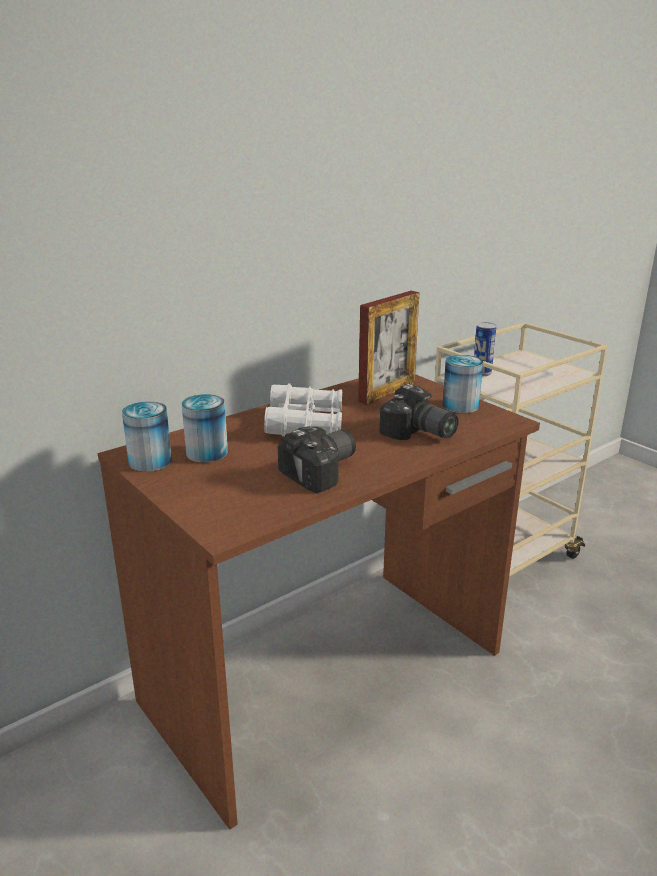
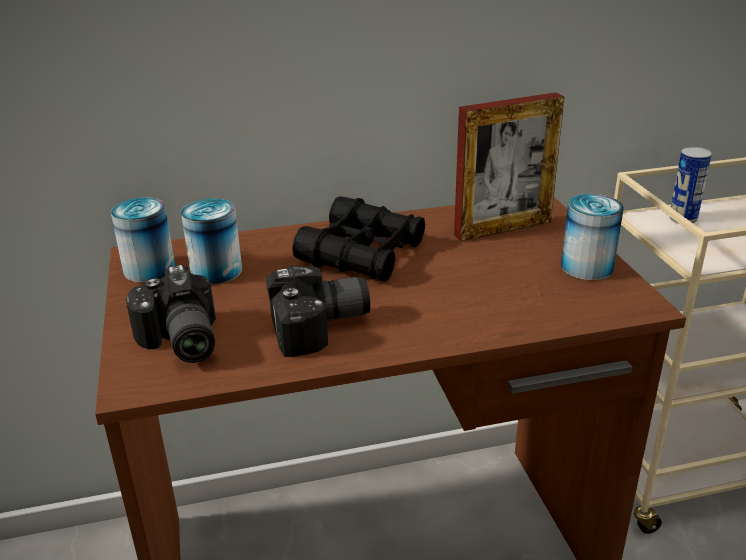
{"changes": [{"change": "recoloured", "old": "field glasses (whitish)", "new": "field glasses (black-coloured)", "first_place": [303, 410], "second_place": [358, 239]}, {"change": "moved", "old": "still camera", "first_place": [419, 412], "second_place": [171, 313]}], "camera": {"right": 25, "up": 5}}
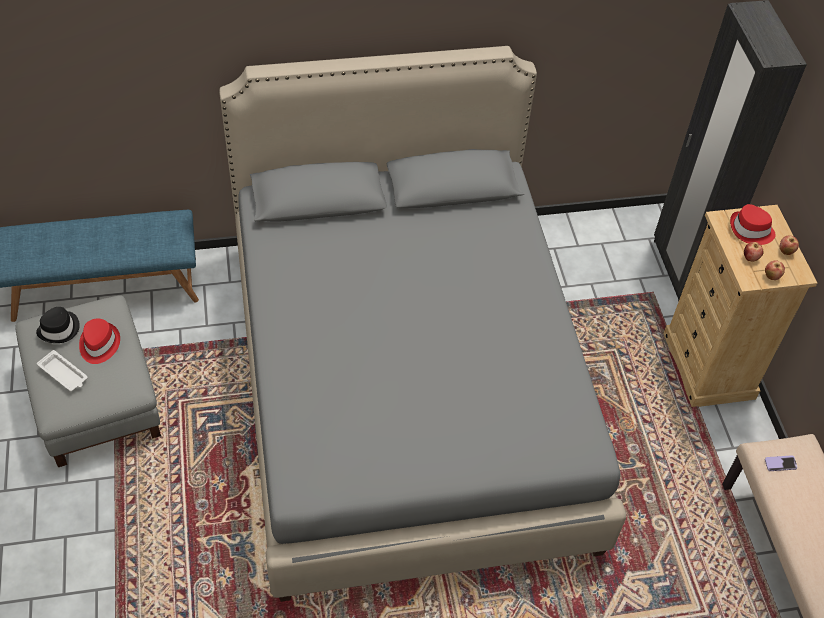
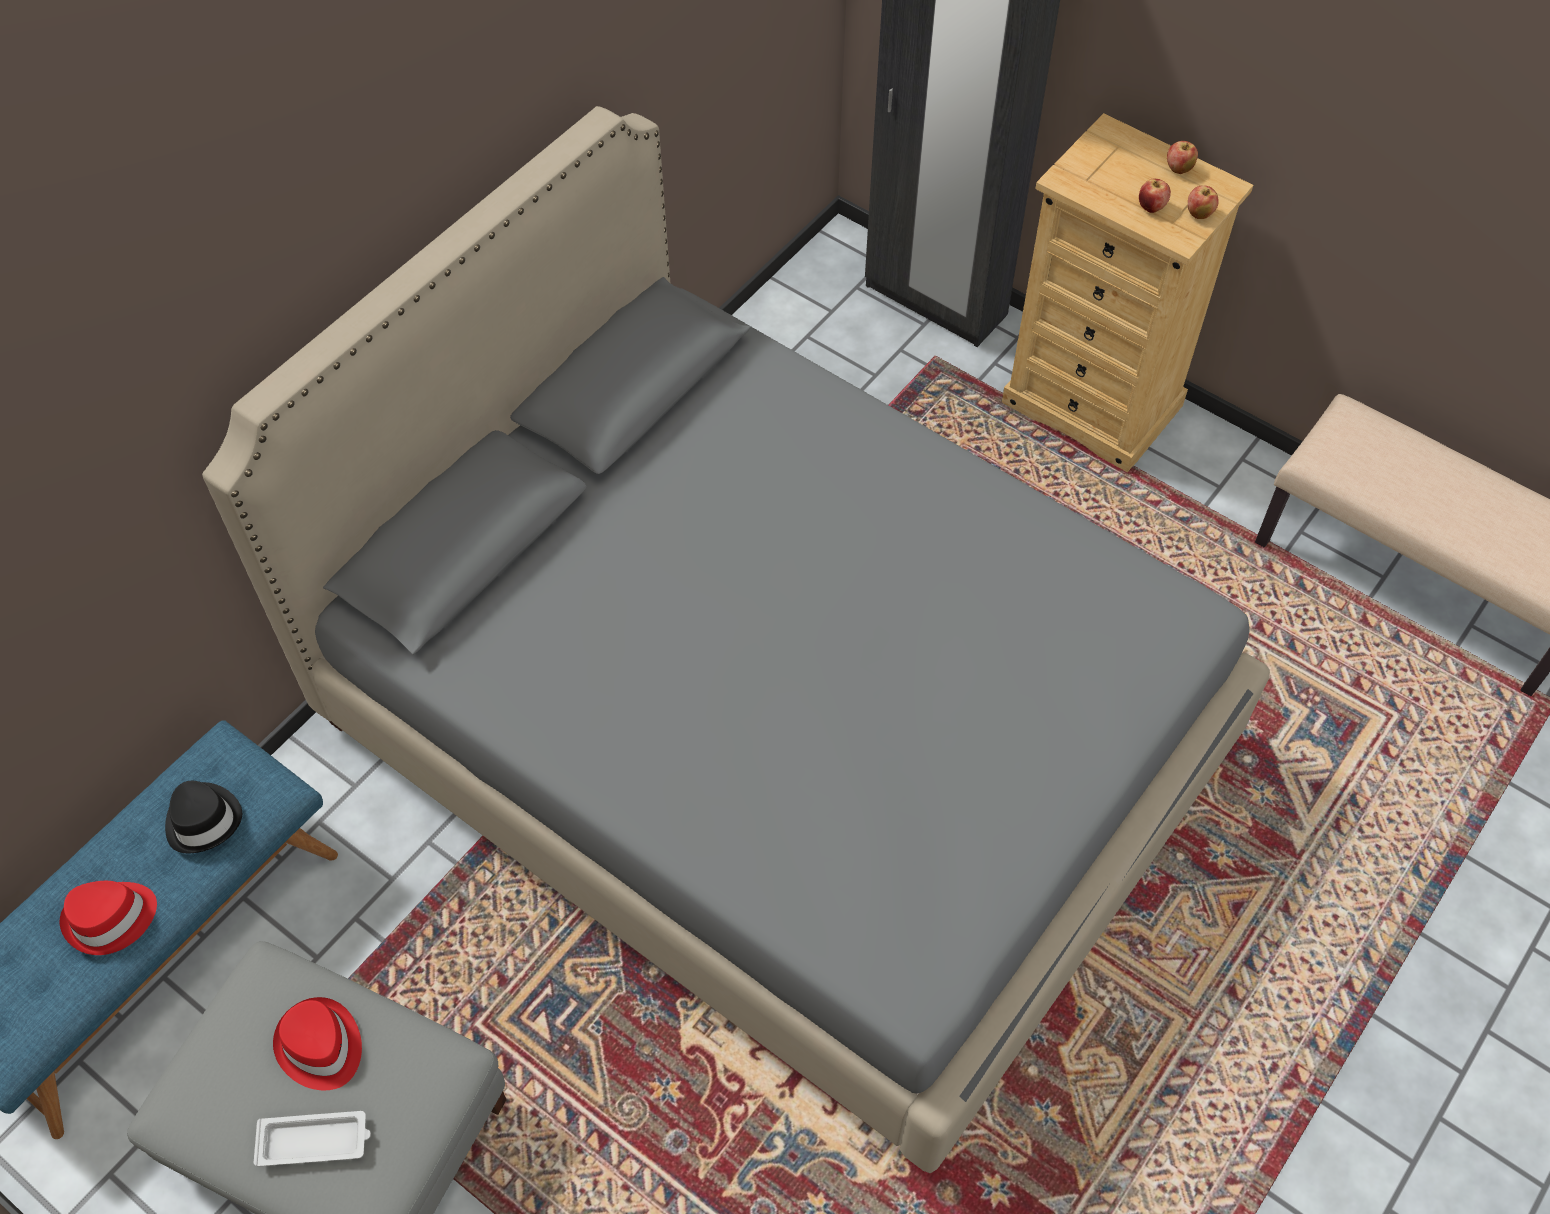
{"changes": [{"change": "moved", "old": "wearable hat (black-coloured)", "first_place": [58, 325], "second_place": [203, 817]}, {"change": "moved", "old": "wearable hat (red)", "first_place": [753, 224], "second_place": [108, 918]}, {"change": "removed", "old": "telephone", "first_place": [781, 463]}], "camera": {"right": -40, "up": 5}}
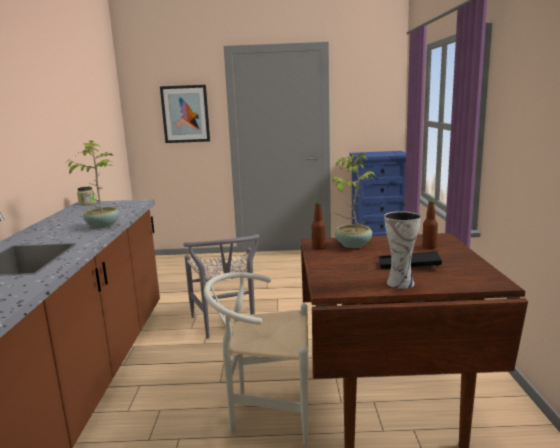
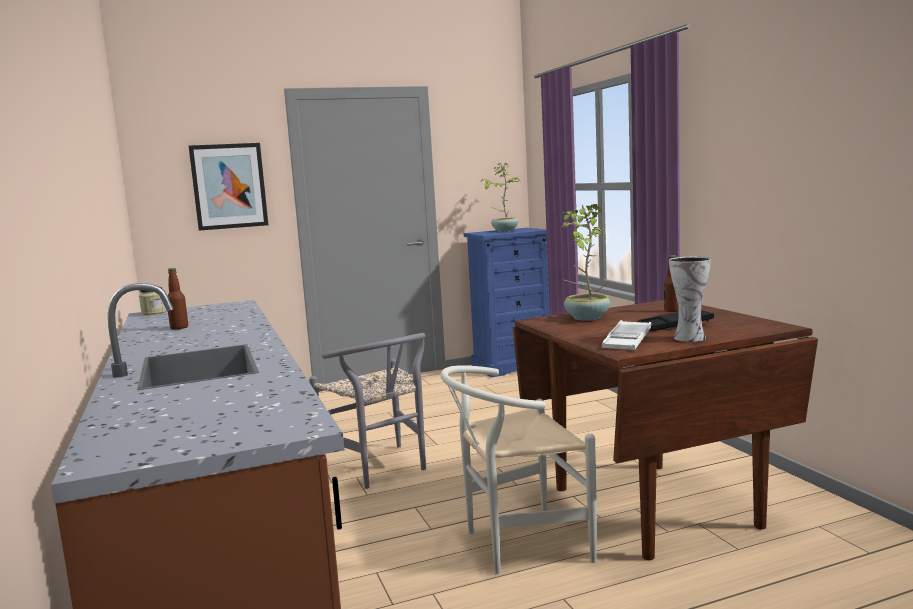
{"changes": [{"change": "moved", "old": "plant in a pot", "first_place": [92, 184], "second_place": [500, 197]}, {"change": "moved", "old": "bottle", "first_place": [319, 226], "second_place": [177, 298]}, {"change": "added", "new": "carrying tray (whitish)", "second_place": [626, 335]}], "camera": {"right": -20, "up": -5}}
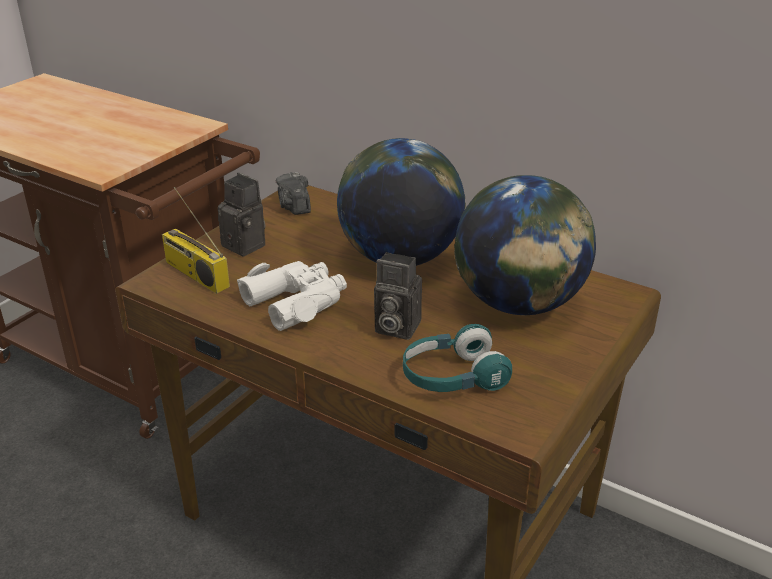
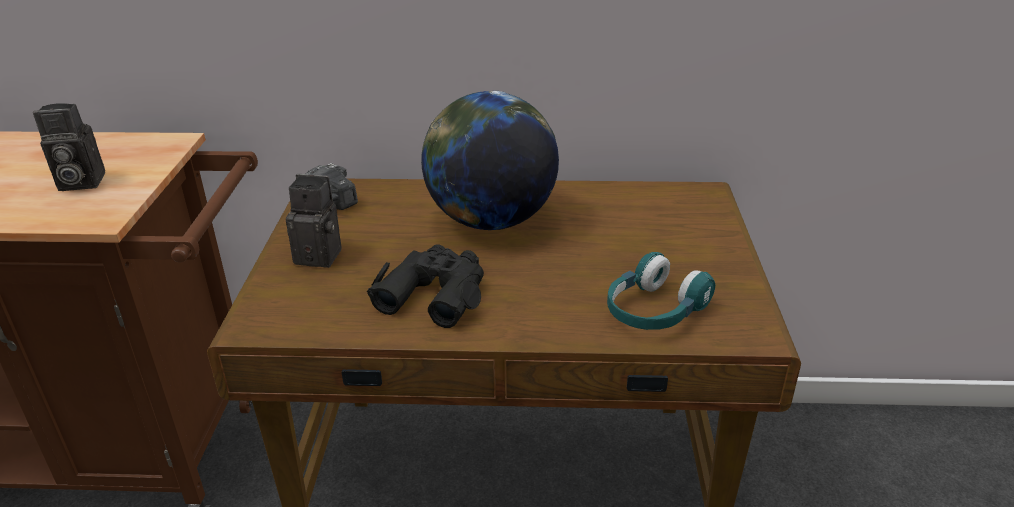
{"changes": [{"change": "removed", "old": "radio", "first_place": [196, 240]}, {"change": "recoloured", "old": "field glasses (whitish)", "new": "field glasses (black-coloured)", "first_place": [292, 296], "second_place": [425, 286]}, {"change": "moved", "old": "still camera", "first_place": [398, 296], "second_place": [69, 147]}, {"change": "removed", "old": "world globe", "first_place": [525, 245]}], "camera": {"right": -30, "up": 0}}
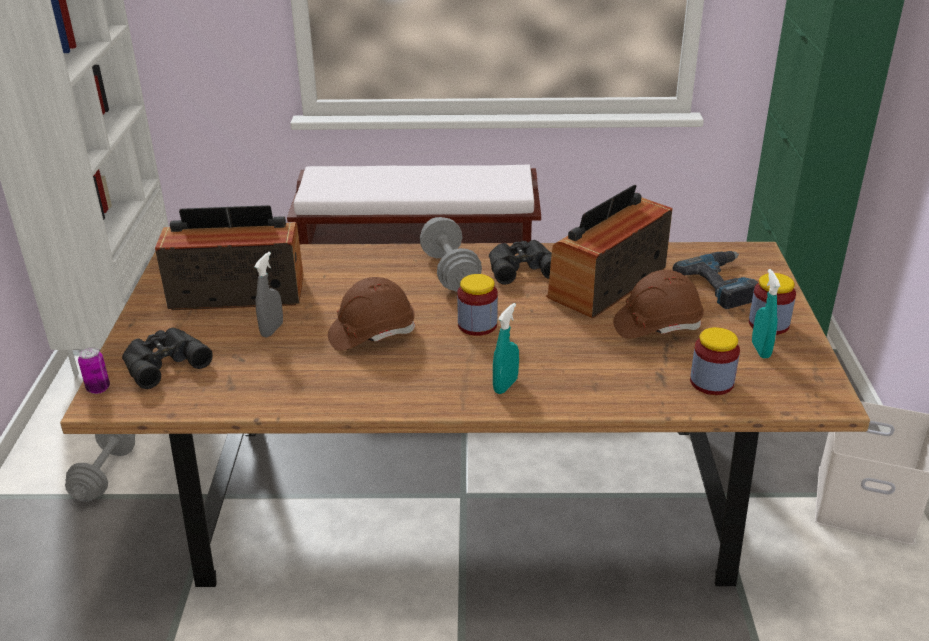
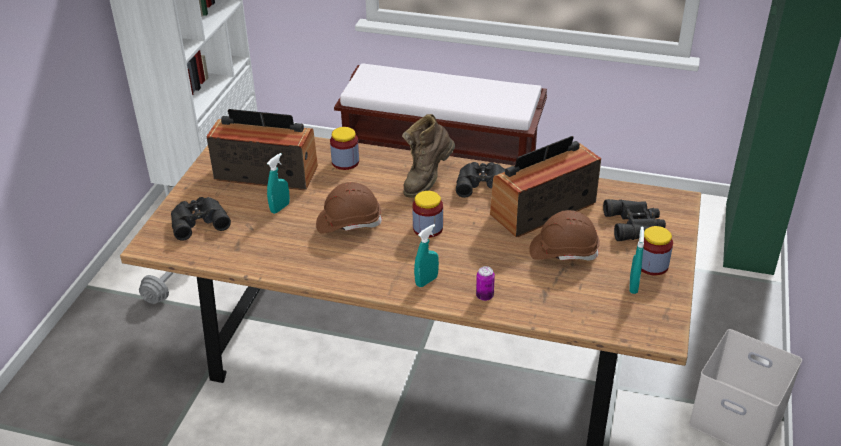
{"changes": [{"change": "moved", "old": "sealed can", "first_place": [94, 370], "second_place": [485, 283]}, {"change": "recoloured", "old": "sprayer (grey)", "new": "sprayer (turquoise)", "first_place": [268, 295], "second_place": [278, 183]}, {"change": "replaced", "old": "free weight (grey)", "new": "tall boot (brown)", "first_place": [451, 254], "second_place": [428, 156]}, {"change": "replaced", "old": "electric drill", "new": "field glasses (black-coloured)", "first_place": [716, 280], "second_place": [634, 220]}, {"change": "moved", "old": "storage jar", "first_place": [715, 361], "second_place": [344, 148]}], "camera": {"right": 15, "up": 5}}
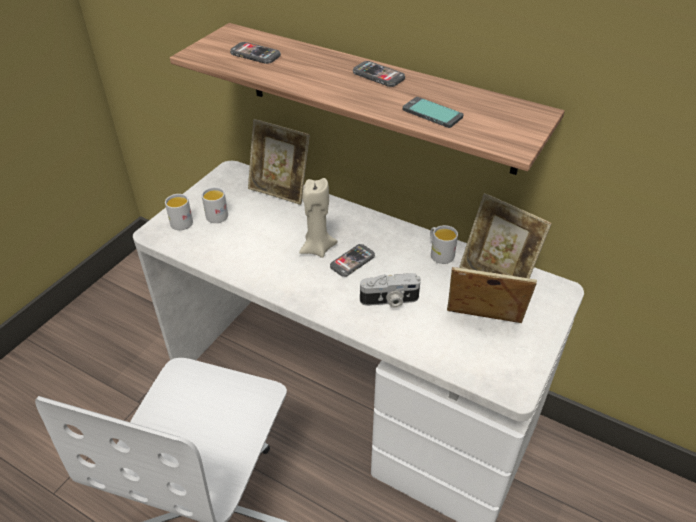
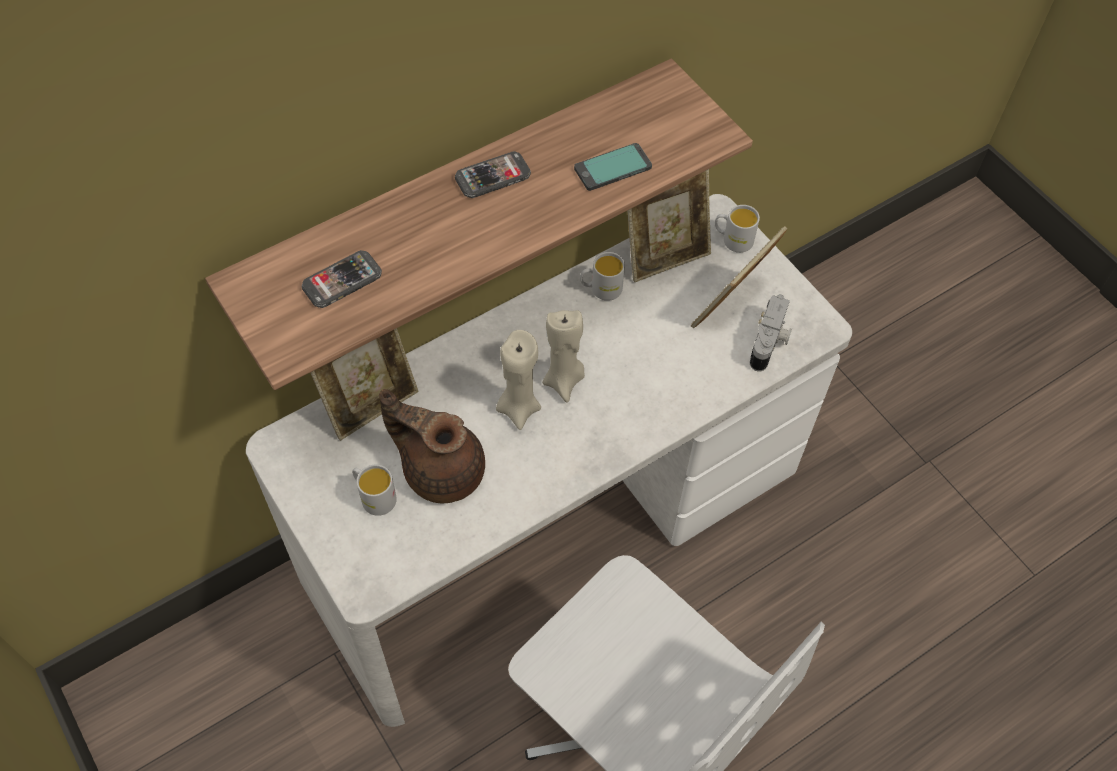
{"changes": [{"change": "moved", "old": "mug (whitish)", "first_place": [179, 212], "second_place": [737, 229]}, {"change": "replaced", "old": "telephone", "new": "candle (sand-coloured)", "first_place": [352, 260], "second_place": [563, 356]}, {"change": "moved", "old": "still camera", "first_place": [390, 290], "second_place": [771, 333]}, {"change": "added", "new": "tea pot (brown)", "second_place": [432, 446]}], "camera": {"right": -65, "up": 15}}
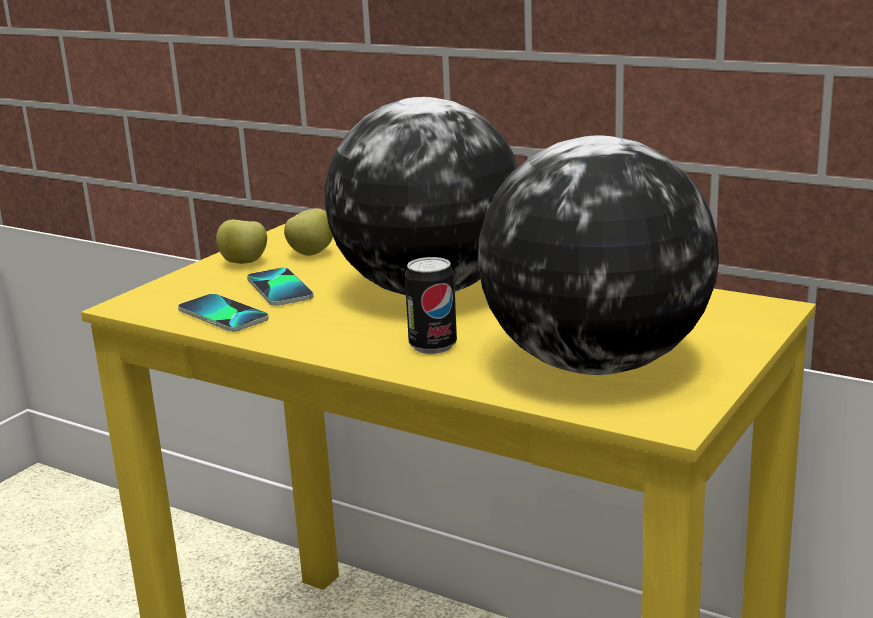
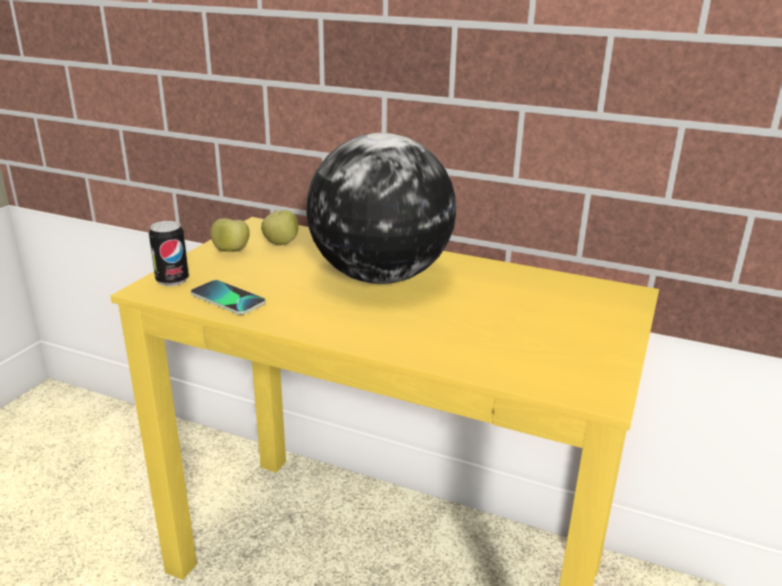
{"changes": [{"change": "removed", "old": "telephone", "first_place": [280, 287]}, {"change": "moved", "old": "sealed can", "first_place": [431, 305], "second_place": [169, 253]}, {"change": "removed", "old": "world globe", "first_place": [598, 255]}], "camera": {"right": -10, "up": 5}}
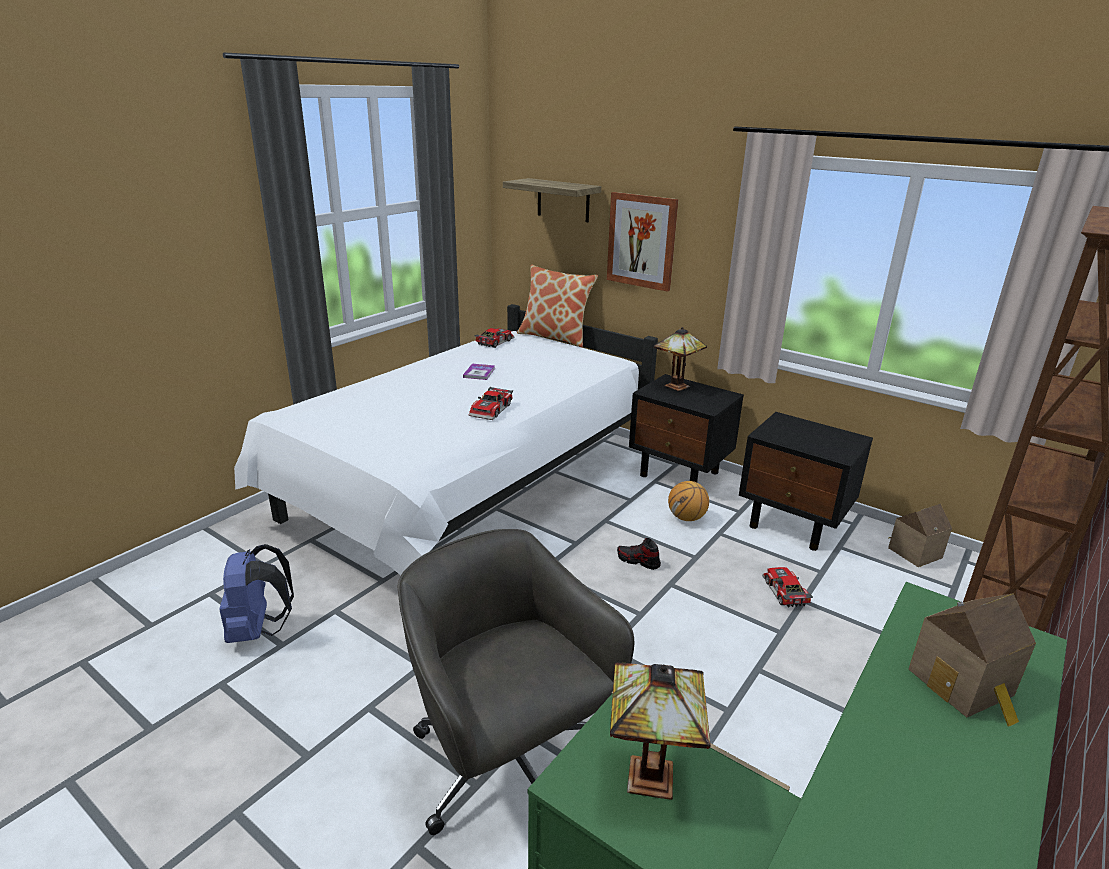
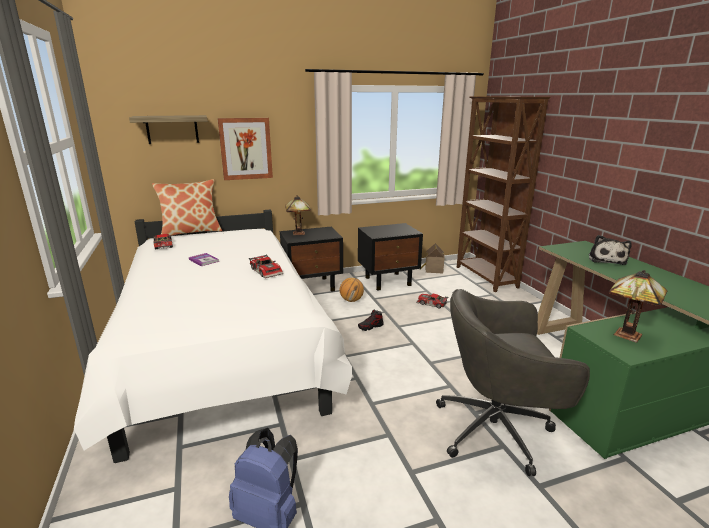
{"changes": [{"change": "replaced", "old": "toy house", "new": "cuddly toy", "first_place": [972, 660], "second_place": [610, 250]}], "camera": {"right": -55, "up": -5}}
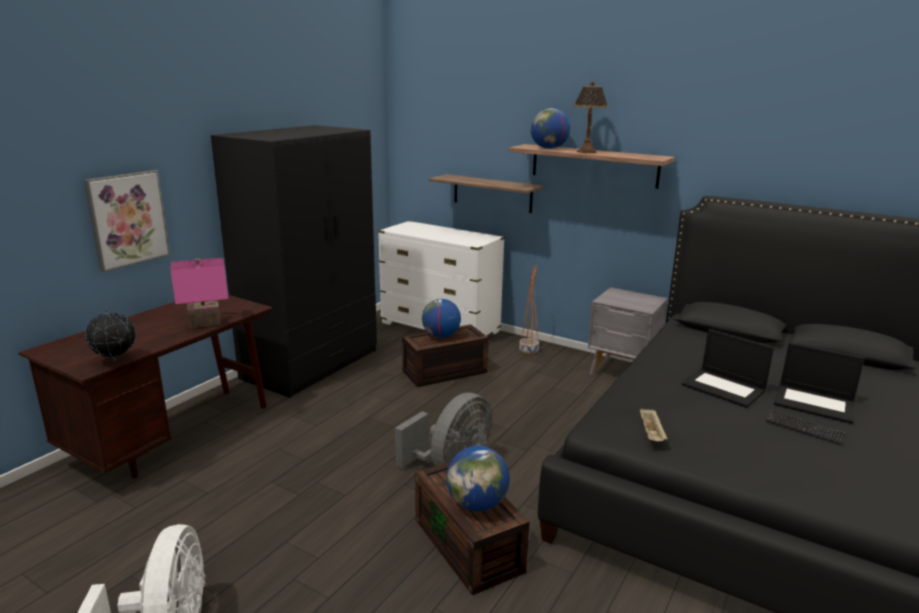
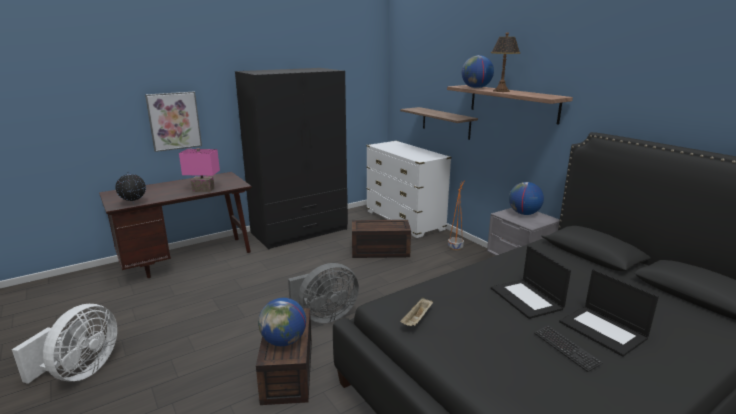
{"changes": [{"change": "moved", "old": "world globe", "first_place": [441, 318], "second_place": [526, 198]}], "camera": {"right": 25, "up": 0}}
